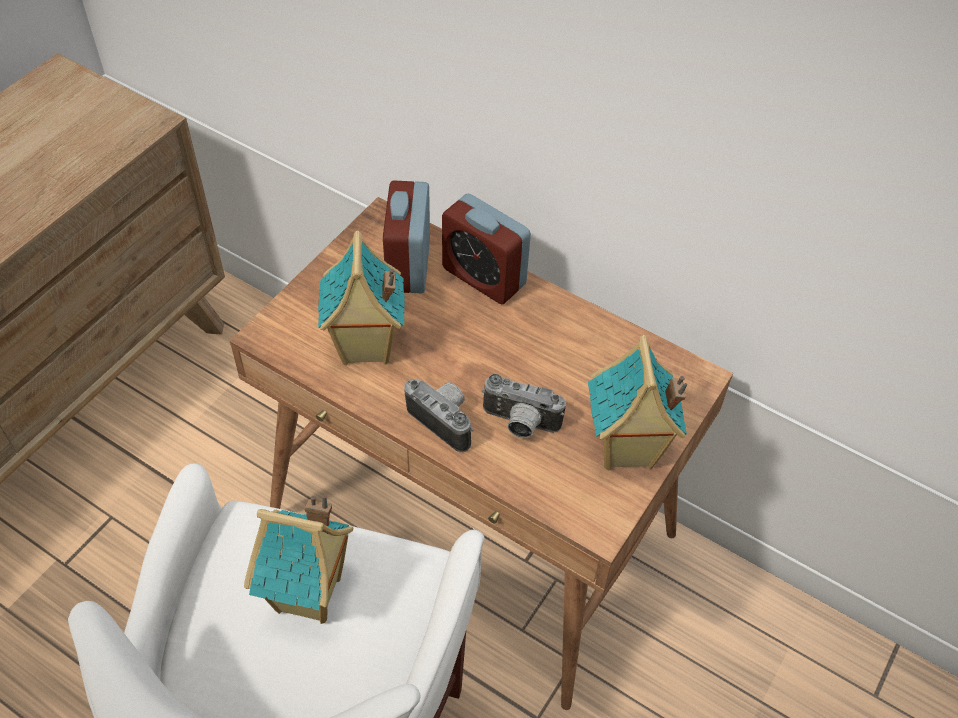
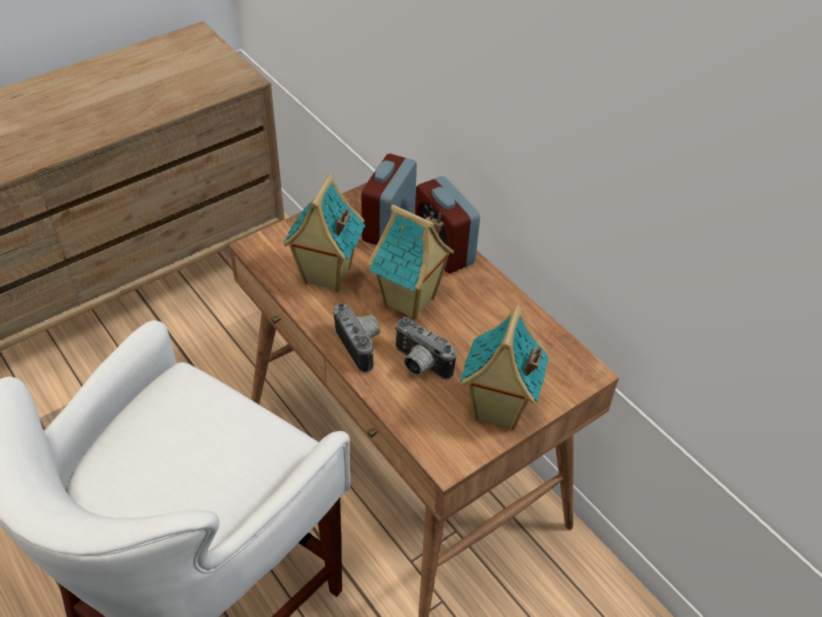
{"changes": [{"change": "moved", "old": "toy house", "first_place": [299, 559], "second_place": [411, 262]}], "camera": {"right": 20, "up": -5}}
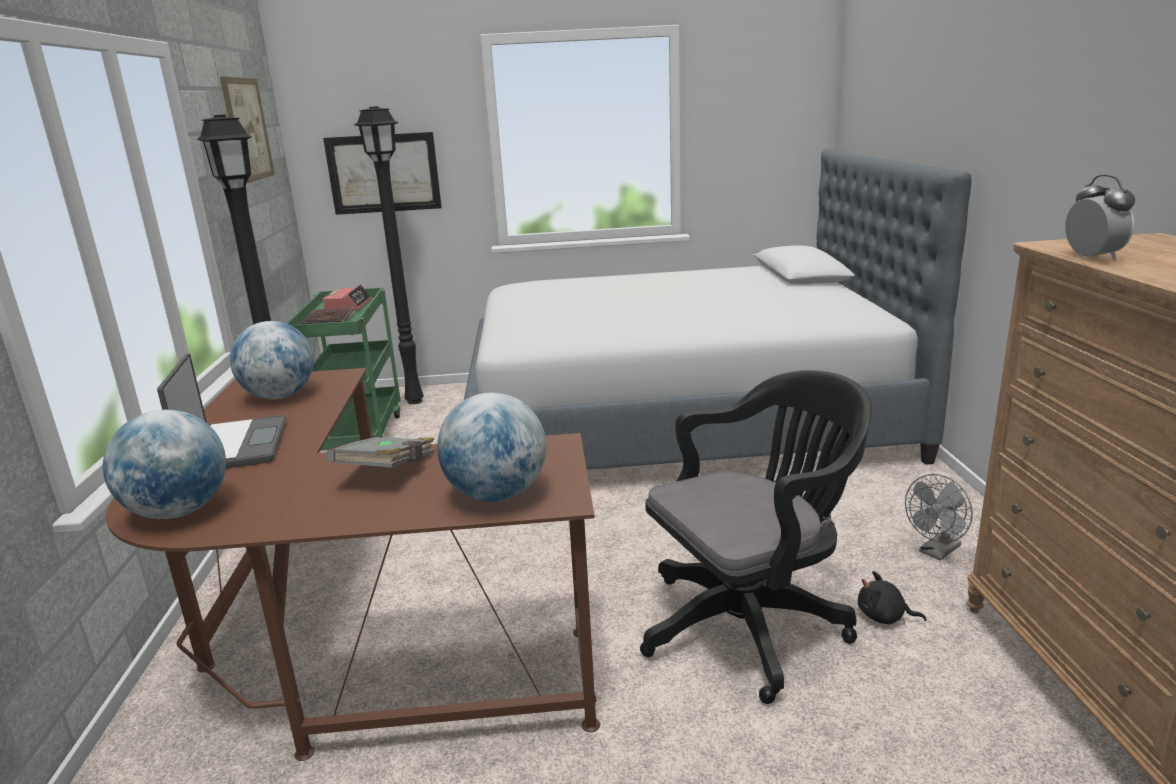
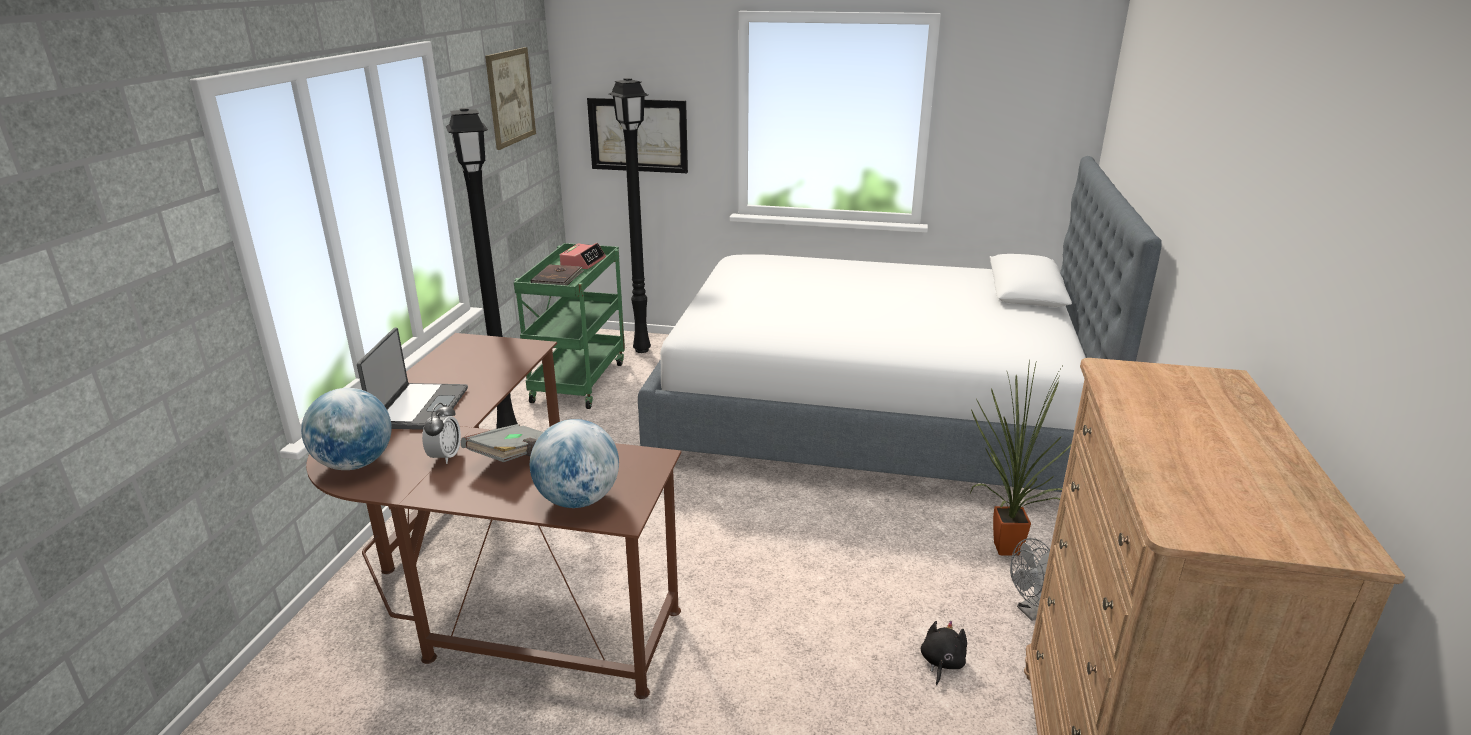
{"changes": [{"change": "removed", "old": "world globe", "first_place": [272, 360]}, {"change": "removed", "old": "computer chair (black-coloured)", "first_place": [756, 537]}, {"change": "turned", "old": "cuddly toy (black-coloured)", "first_place": [892, 597], "second_place": [944, 653], "degrees": 75}, {"change": "moved", "old": "bedside clock", "first_place": [1100, 217], "second_place": [441, 433]}, {"change": "added", "new": "plant in a pot", "second_place": [1020, 457]}], "camera": {"right": 15, "up": 5}}
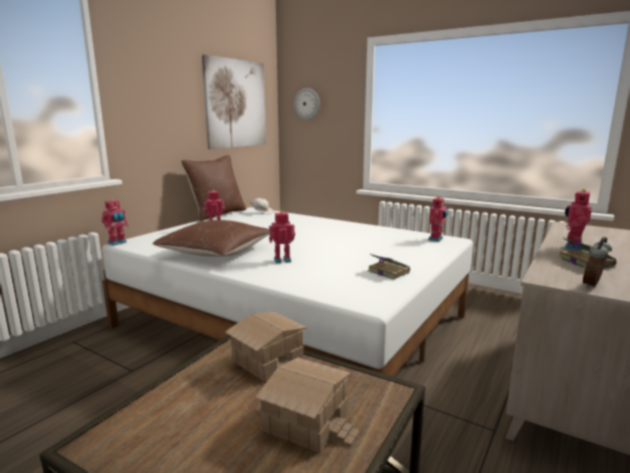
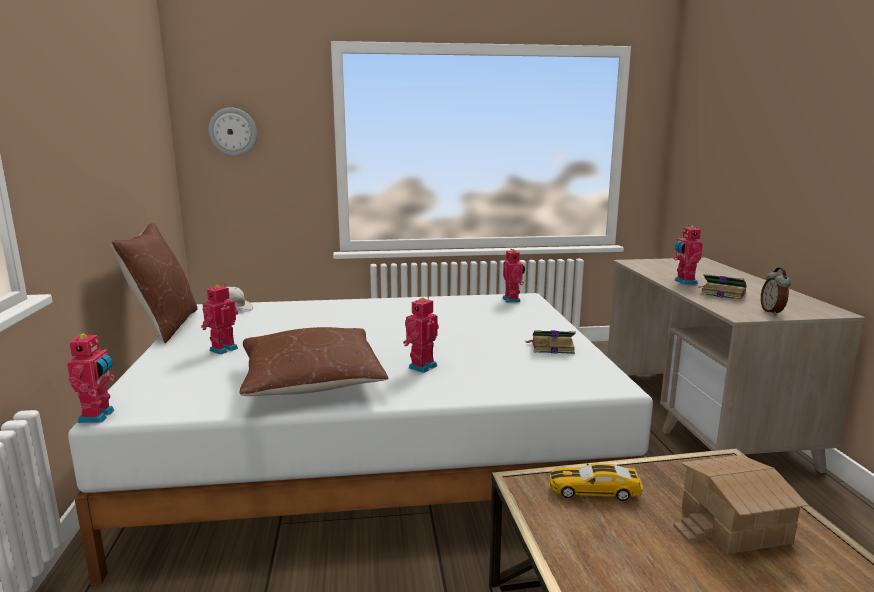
{"changes": [{"change": "removed", "old": "wall picture", "first_place": [234, 102]}, {"change": "replaced", "old": "toy house", "new": "toy car", "first_place": [266, 346], "second_place": [596, 482]}], "camera": {"right": -40, "up": 0}}
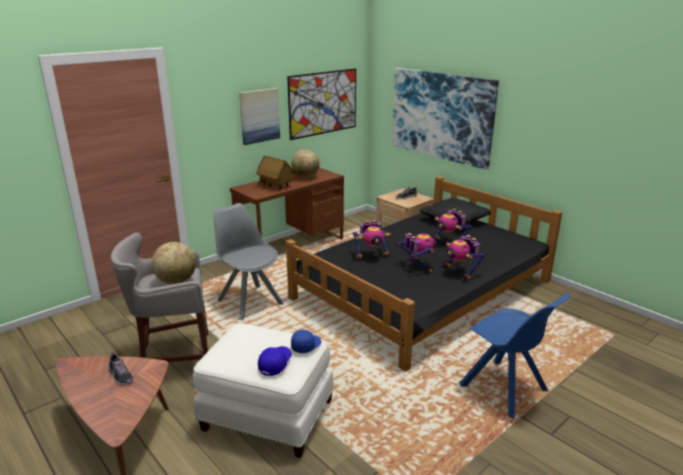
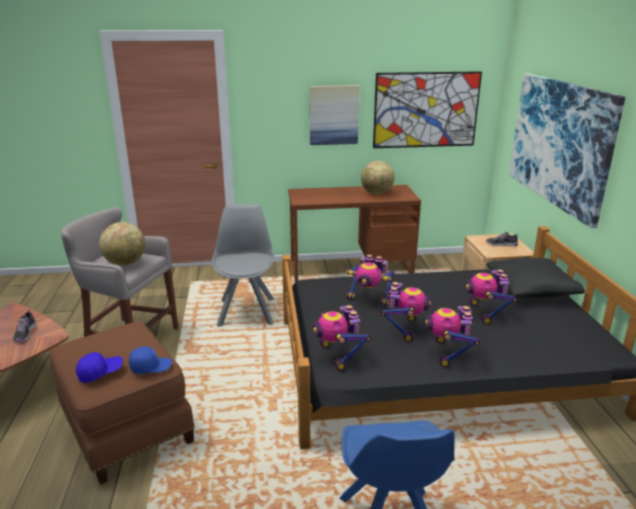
{"changes": [{"change": "recoloured", "old": "pouffe (whitish)", "new": "pouffe (brown)", "first_place": [263, 391], "second_place": [122, 403]}, {"change": "removed", "old": "toy house", "first_place": [275, 172]}, {"change": "added", "new": "model robot", "second_place": [342, 338]}], "camera": {"right": 35, "up": 0}}
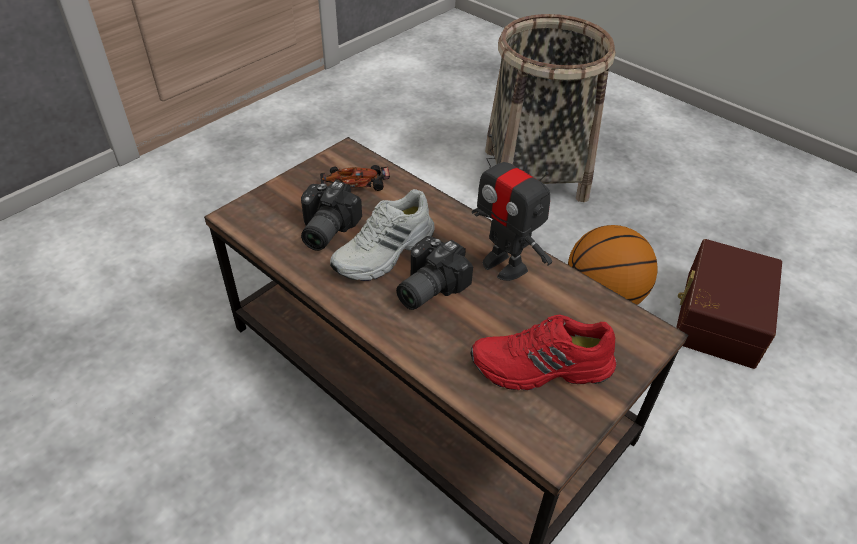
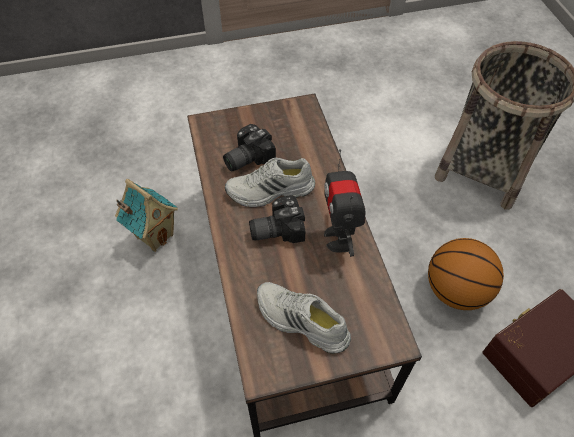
{"changes": [{"change": "removed", "old": "toy car", "first_place": [355, 178]}, {"change": "recoloured", "old": "item of footwear (red)", "new": "item of footwear (whitish)", "first_place": [543, 352], "second_place": [304, 318]}, {"change": "added", "new": "toy house", "second_place": [146, 215]}], "camera": {"right": 35, "up": 10}}
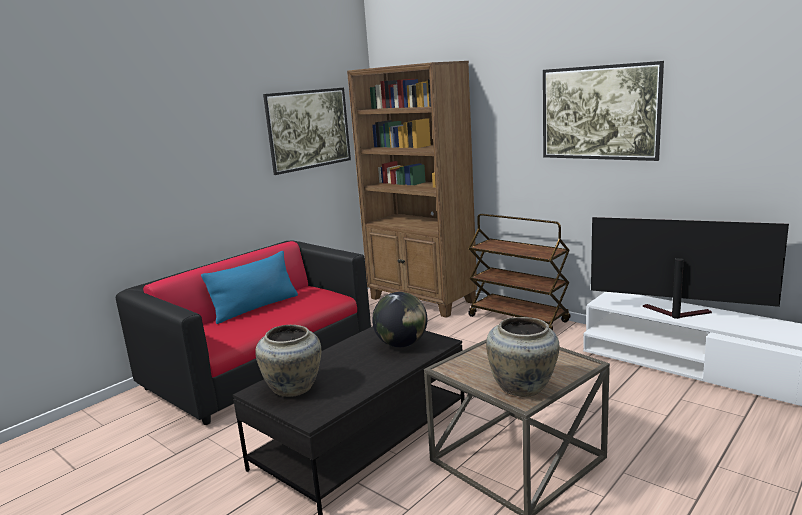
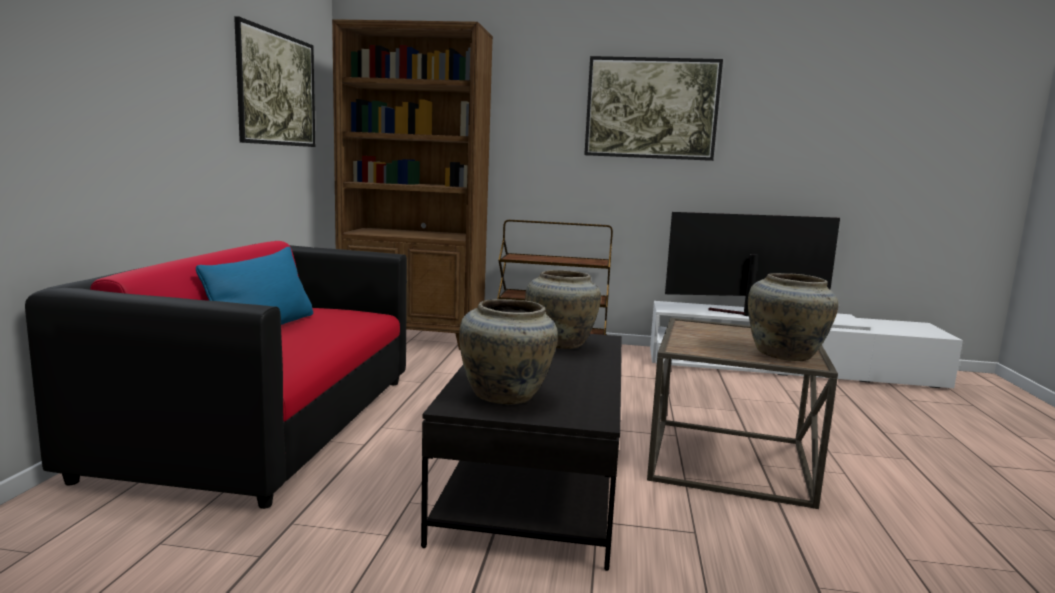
{"changes": [{"change": "replaced", "old": "world globe", "new": "flower vase (sand-coloured)", "first_place": [399, 319], "second_place": [563, 309]}], "camera": {"right": -35, "up": -5}}
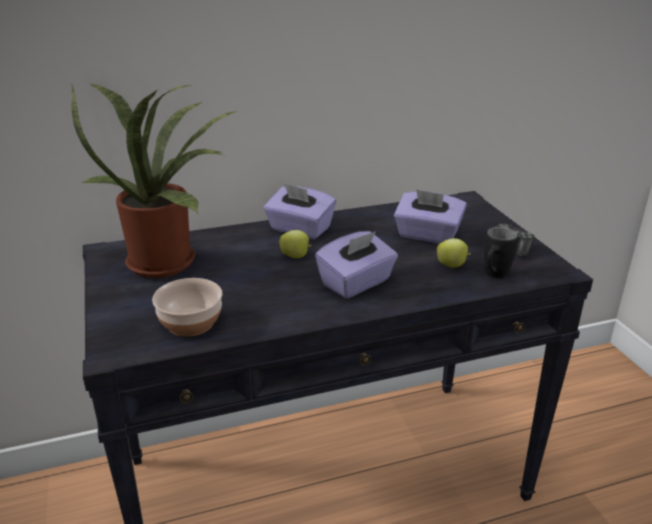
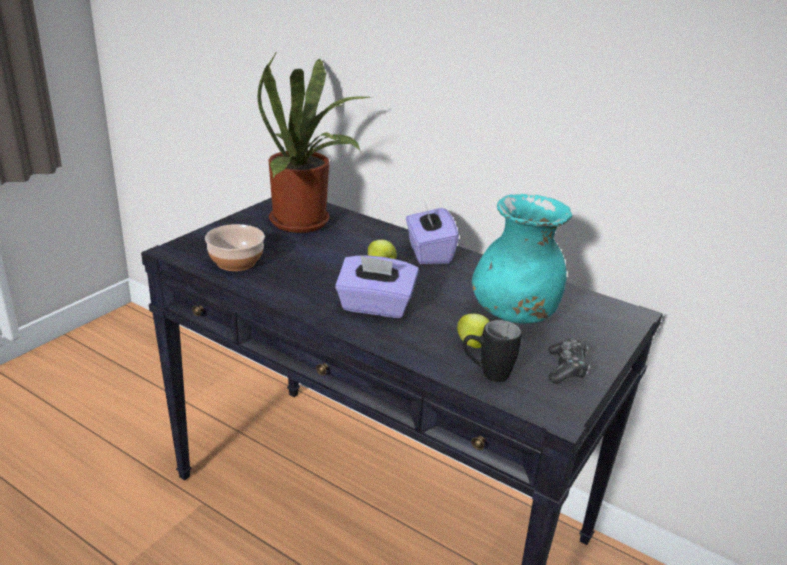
{"changes": [{"change": "replaced", "old": "tissue box (purple-coloured)", "new": "flower vase (turquoise)", "first_place": [430, 216], "second_place": [522, 258]}], "camera": {"right": 50, "up": 0}}
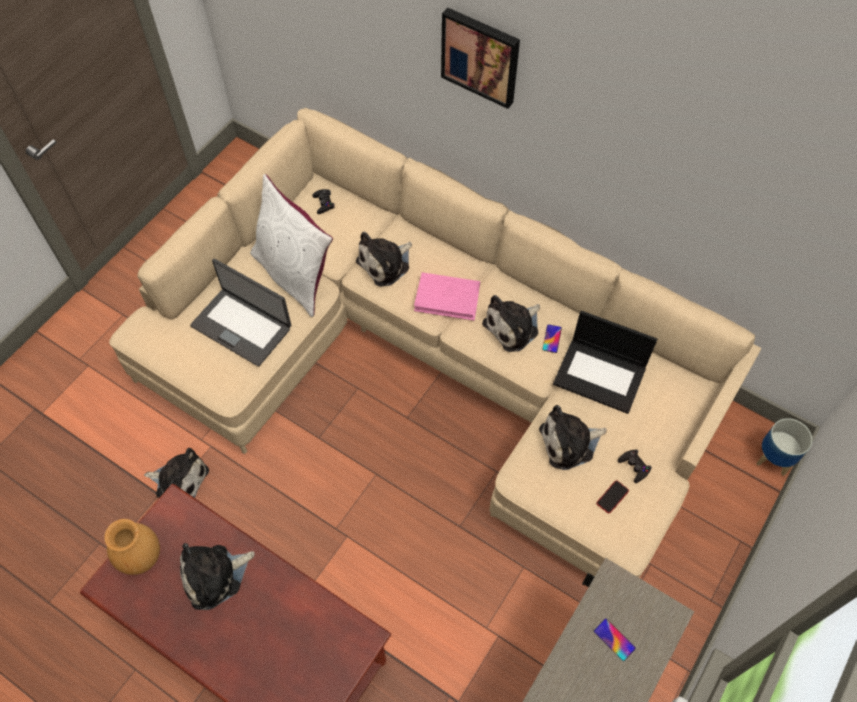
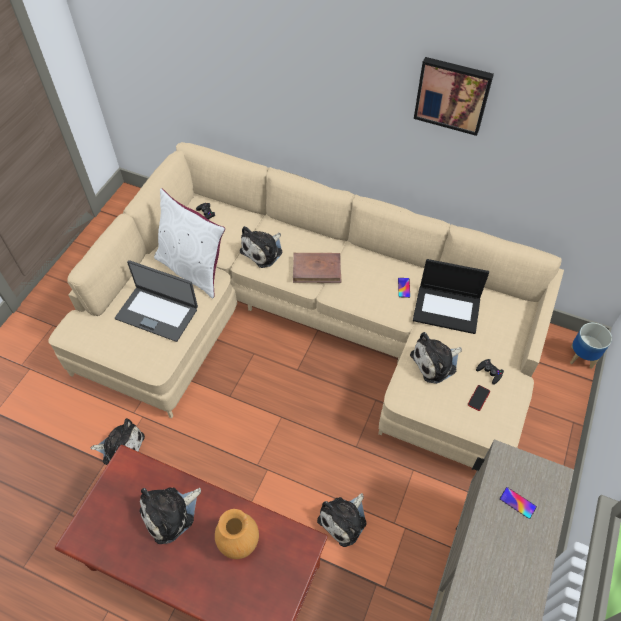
{"changes": [{"change": "moved", "old": "flower vase (brown)", "first_place": [132, 547], "second_place": [237, 534]}, {"change": "recoloured", "old": "book (pink-coloured)", "new": "book (brown)", "first_place": [447, 296], "second_place": [317, 268]}, {"change": "moved", "old": "wall picture", "first_place": [480, 58], "second_place": [454, 96]}, {"change": "moved", "old": "cuddly toy", "first_place": [511, 323], "second_place": [342, 520]}], "camera": {"right": -10, "up": -5}}
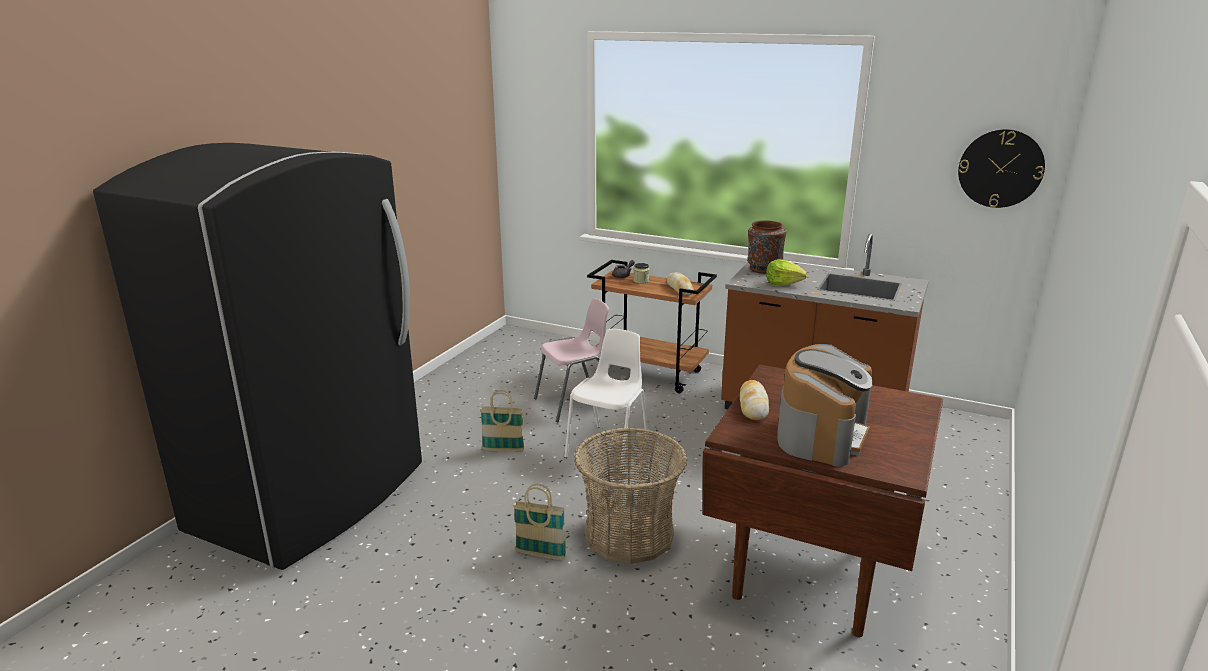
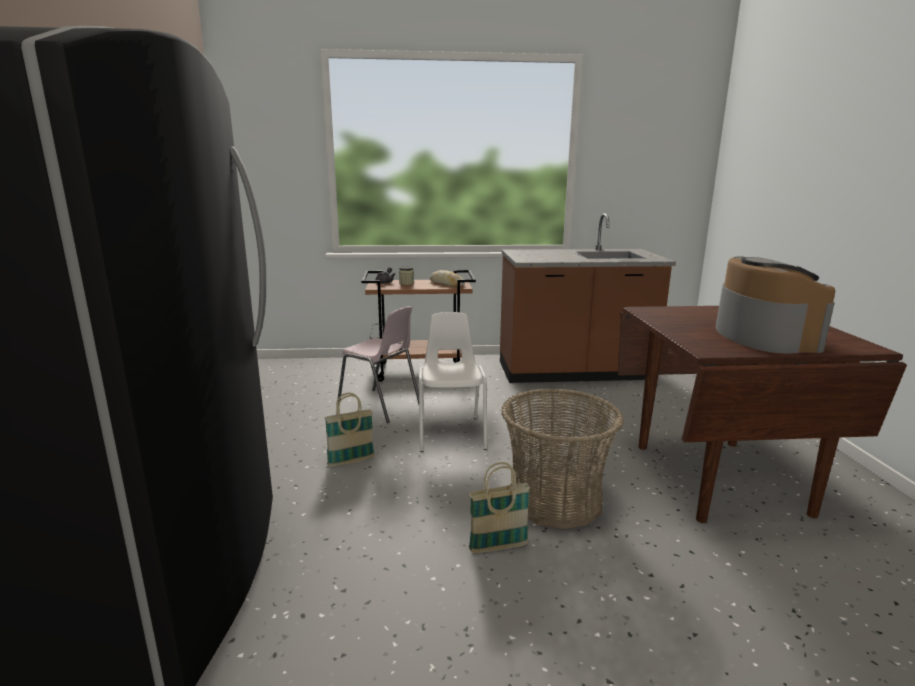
{"changes": [{"change": "turned", "old": "chair (pink-coloured)", "first_place": [571, 360], "second_place": [378, 364], "degrees": 90}, {"change": "removed", "old": "bakery bread", "first_place": [754, 400]}, {"change": "removed", "old": "flower vase (brown)", "first_place": [766, 247]}, {"change": "removed", "old": "head of lettuce", "first_place": [786, 272]}, {"change": "removed", "old": "clock on the wall", "first_place": [1001, 168]}], "camera": {"right": -30, "up": -5}}
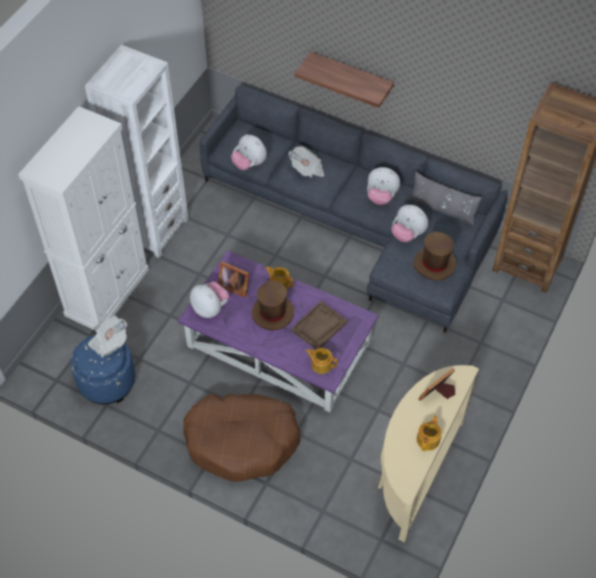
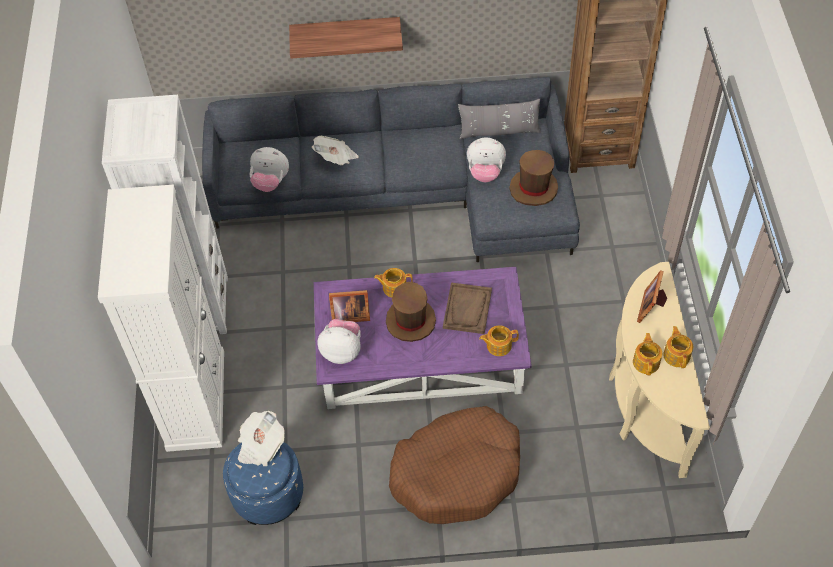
{"changes": [{"change": "removed", "old": "cuddly toy", "first_place": [383, 186]}, {"change": "added", "new": "tea pot", "second_place": [647, 354]}], "camera": {"right": -30, "up": 0}}
